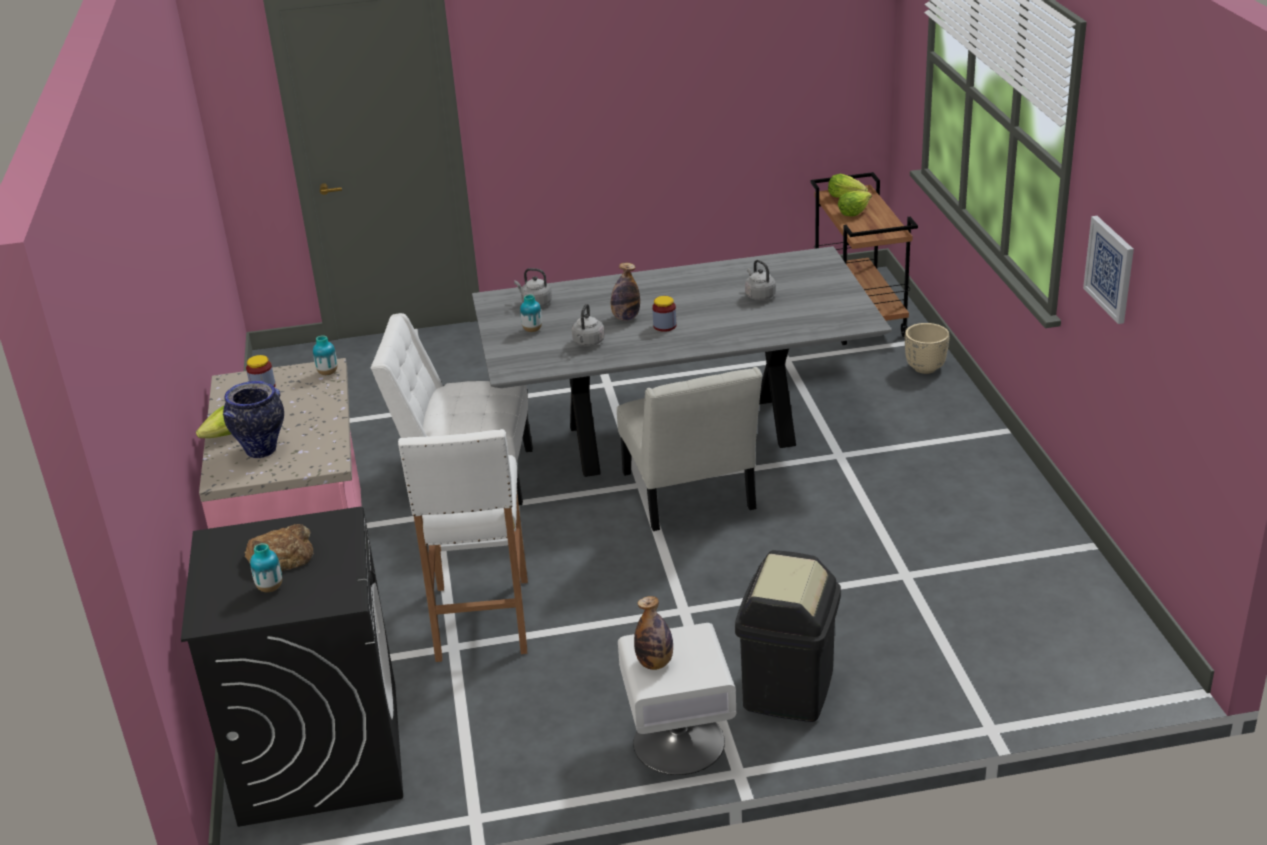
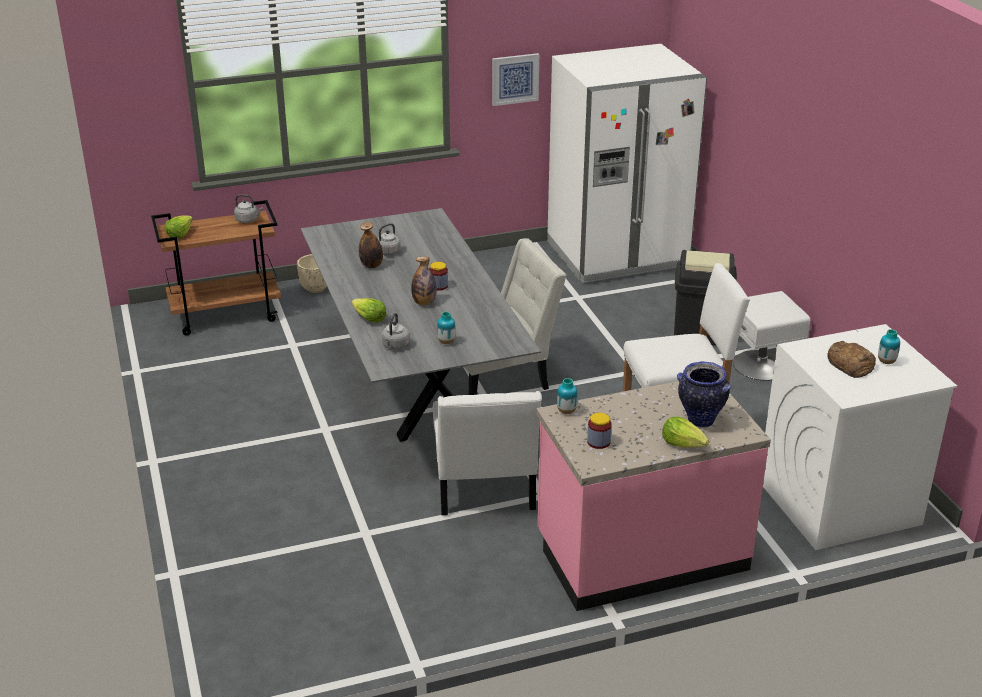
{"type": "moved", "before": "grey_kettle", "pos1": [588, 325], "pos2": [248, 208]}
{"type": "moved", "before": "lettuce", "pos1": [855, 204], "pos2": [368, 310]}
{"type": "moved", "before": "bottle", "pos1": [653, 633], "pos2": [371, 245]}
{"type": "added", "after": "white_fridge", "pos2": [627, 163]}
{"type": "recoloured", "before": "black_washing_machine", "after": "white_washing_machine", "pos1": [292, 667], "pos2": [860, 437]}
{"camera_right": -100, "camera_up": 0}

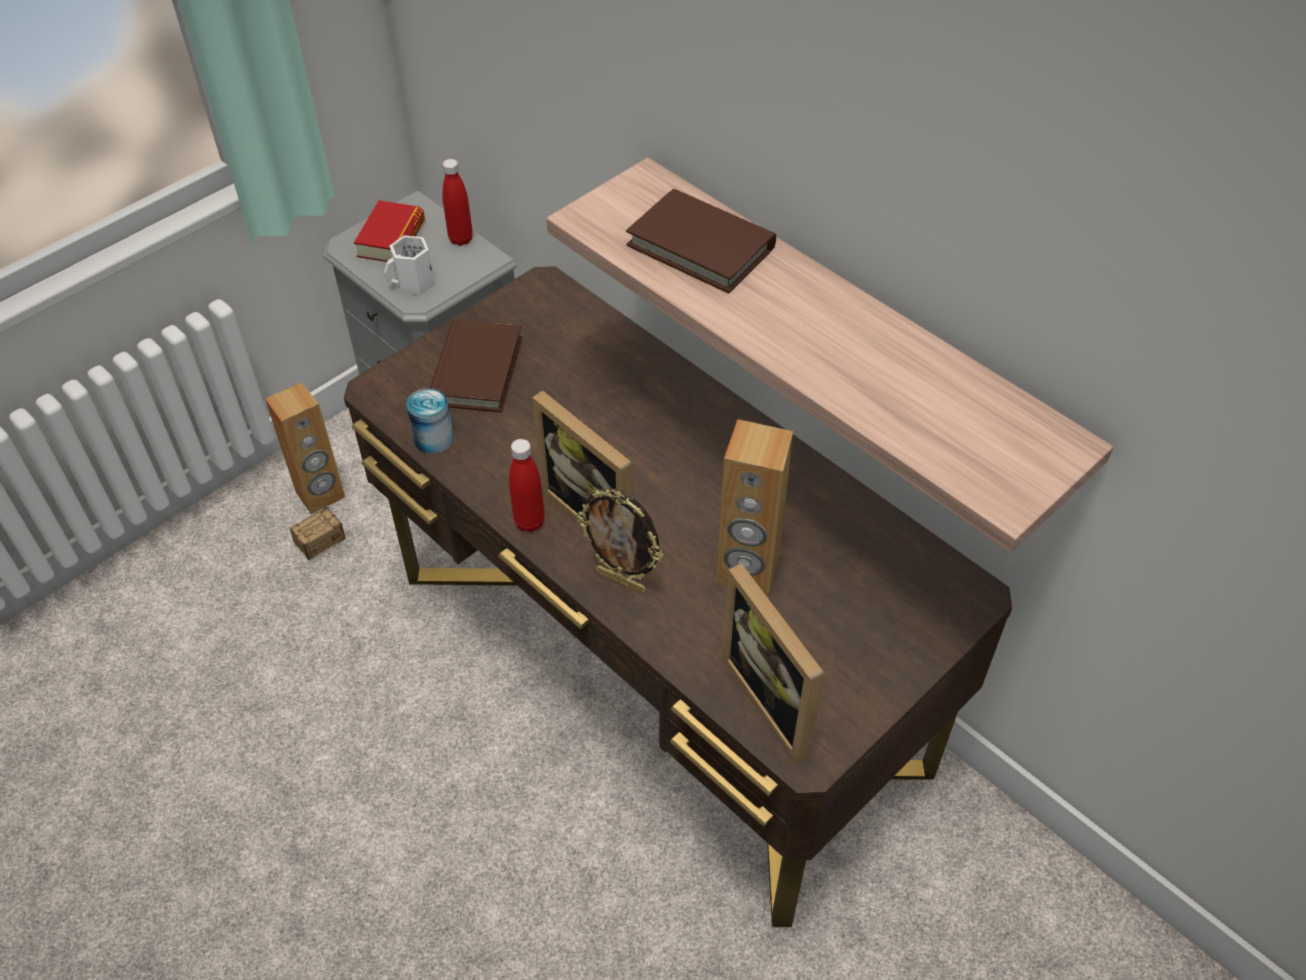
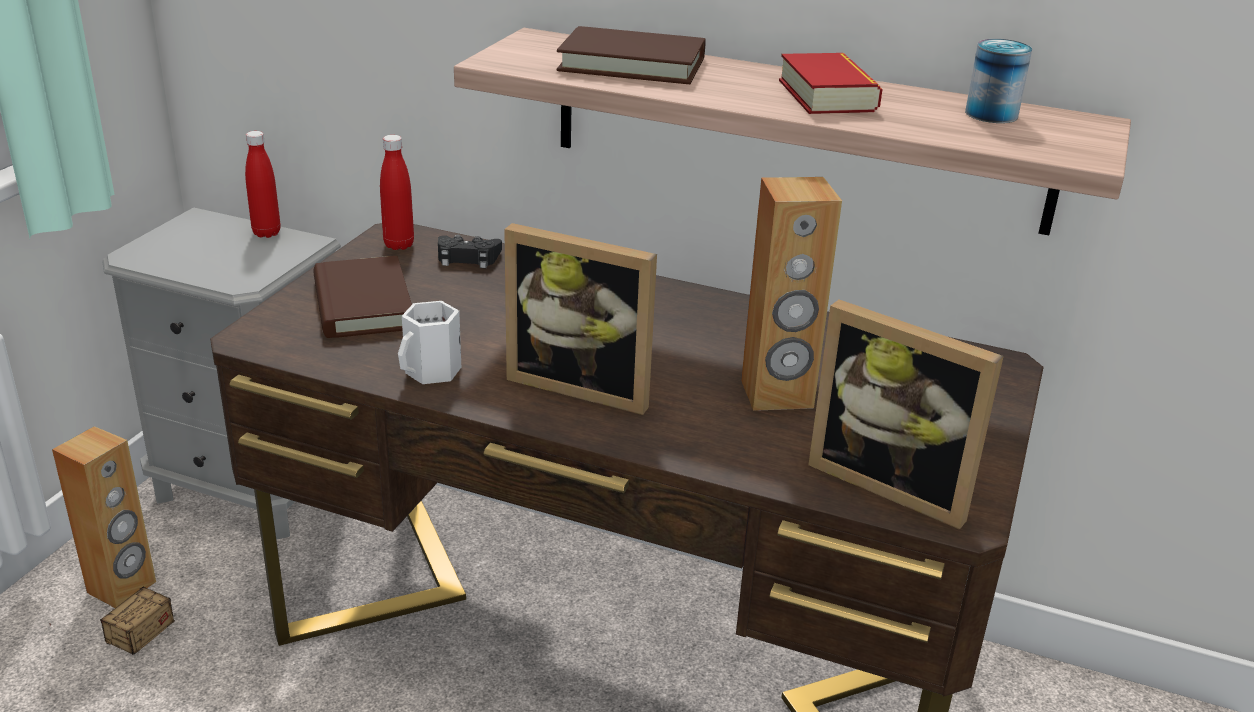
{"type": "moved", "before": "red_bottle", "pos1": [527, 485], "pos2": [397, 192]}
{"type": "moved", "before": "white_mug", "pos1": [409, 265], "pos2": [429, 342]}
{"type": "added", "after": "black_game_controller", "pos2": [470, 251]}
{"type": "moved", "before": "book", "pos1": [389, 231], "pos2": [831, 83]}
{"type": "moved", "before": "can", "pos1": [430, 421], "pos2": [998, 81]}
{"type": "removed", "before": "picture_frame", "pos1": [619, 541]}
{"camera_right": -25, "camera_up": -20}

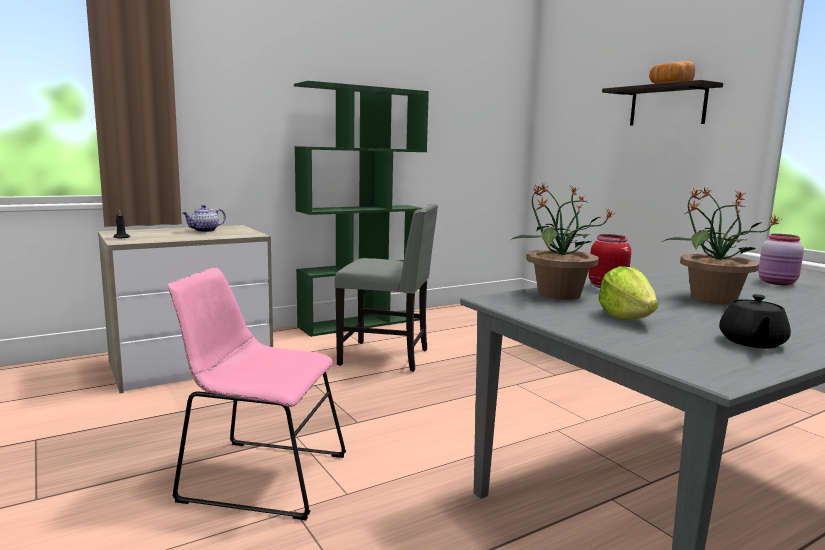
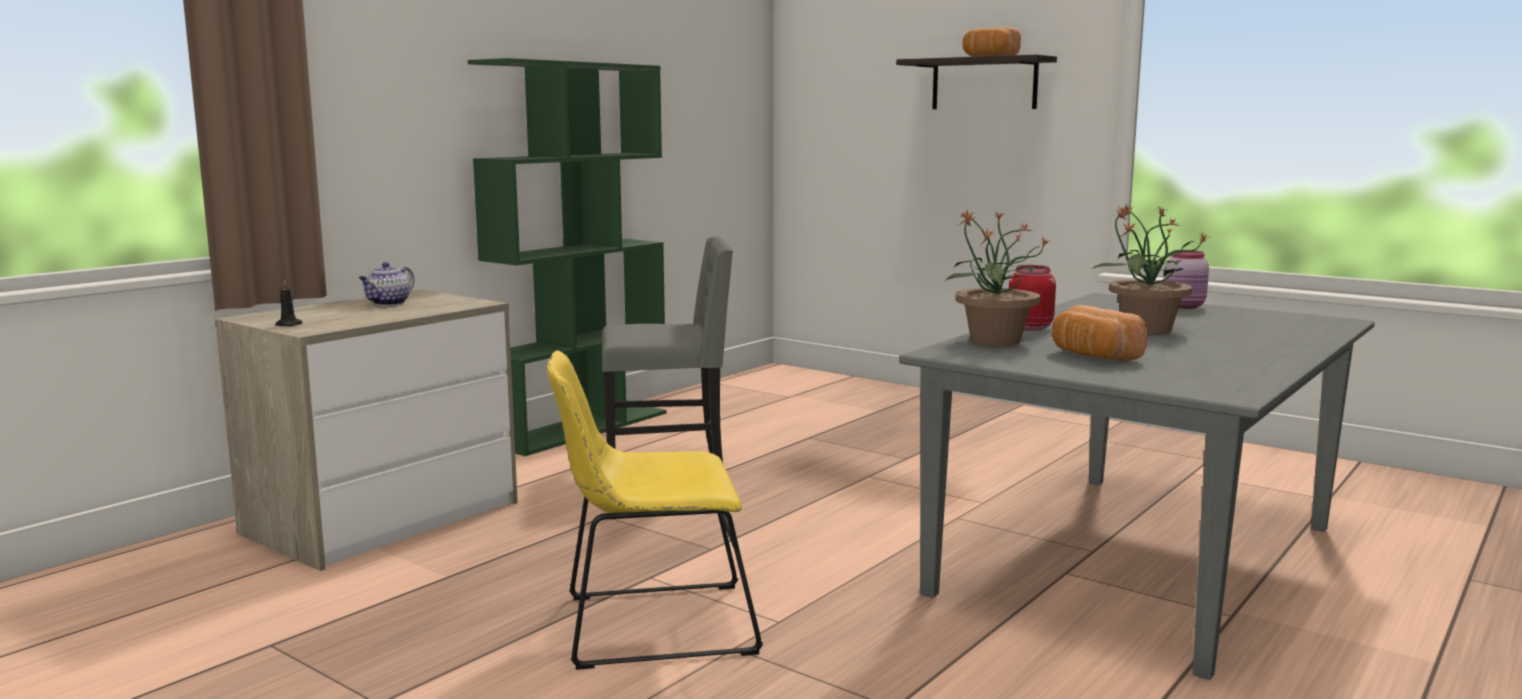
{"type": "recoloured", "before": "pink_chair", "after": "yellow_chair", "pos1": [257, 393], "pos2": [655, 510]}
{"type": "replaced", "before": "lettuce", "after": "bread", "pos1": [628, 293], "pos2": [1099, 333]}
{"type": "removed", "before": "black_teapot", "pos1": [755, 321]}
{"camera_right": -20, "camera_up": 0}

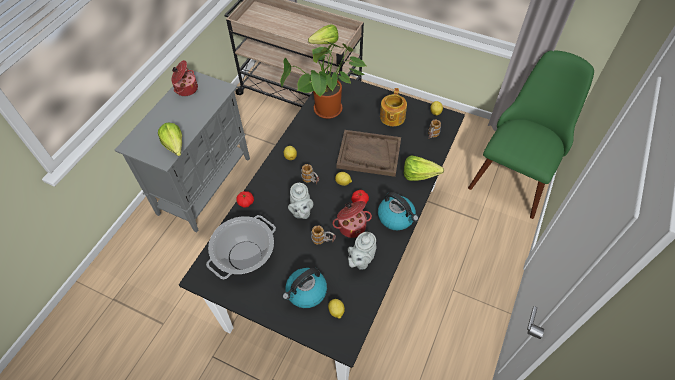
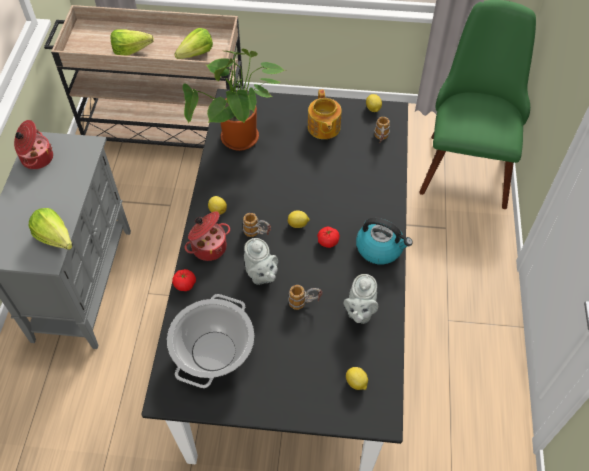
{"type": "moved", "before": "lettuce", "pos1": [424, 168], "pos2": [132, 42]}
{"type": "moved", "before": "cooking_pot", "pos1": [352, 219], "pos2": [207, 236]}
{"type": "removed", "before": "kettle", "pos1": [304, 288]}
{"type": "removed", "before": "brown_tray", "pos1": [368, 153]}
{"camera_right": -20, "camera_up": 0}

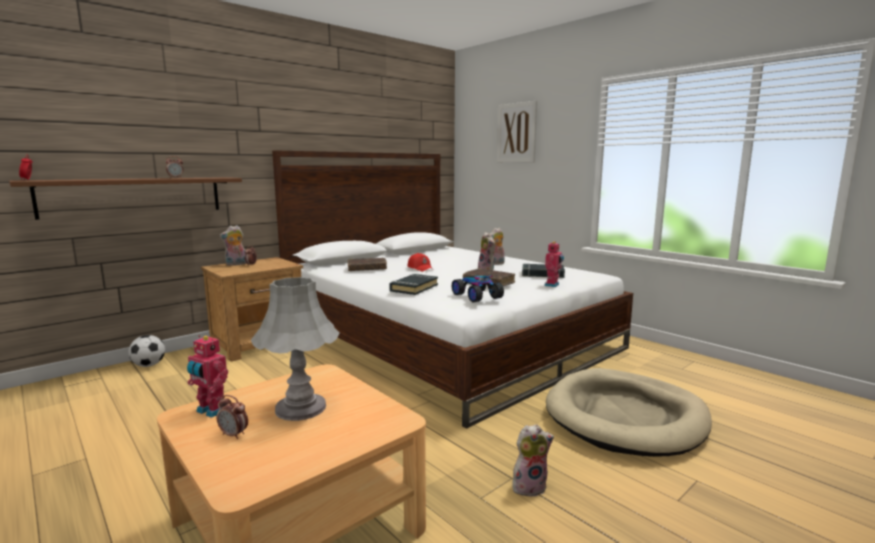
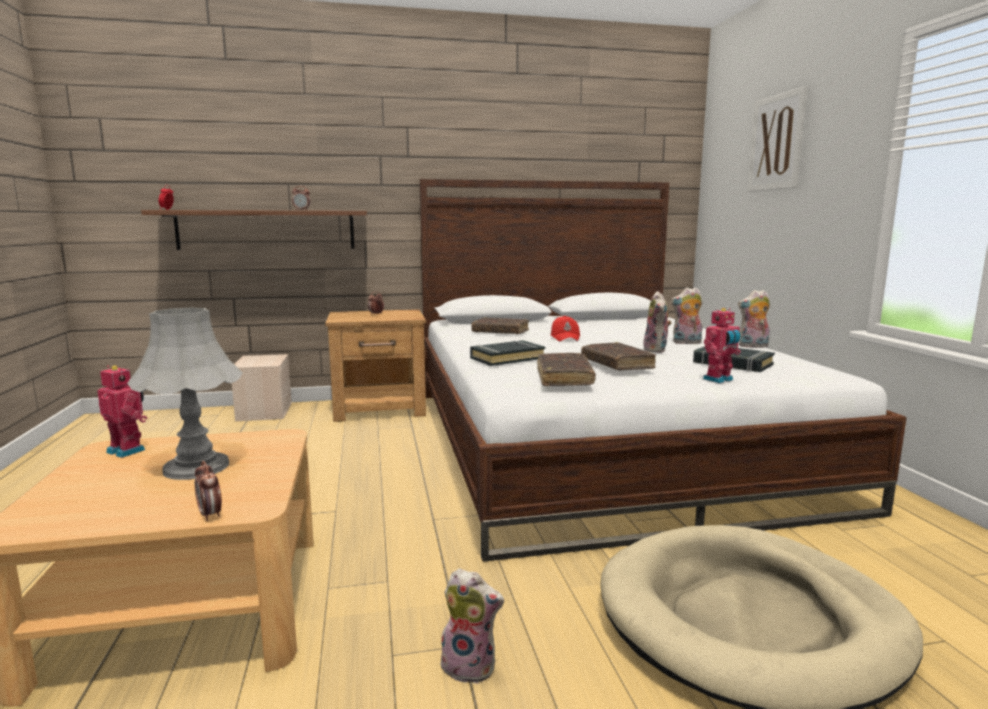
{"type": "turned", "before": "toy_robot", "pos1": [207, 376], "pos2": [122, 411], "turn": 150}
{"type": "moved", "before": "alarm_clock", "pos1": [232, 417], "pos2": [208, 491]}
{"type": "replaced", "before": "football", "after": "beige_storage_box", "pos1": [146, 351], "pos2": [262, 387]}
{"type": "replaced", "before": "toy_car", "after": "brown_book", "pos1": [478, 289], "pos2": [566, 369]}
{"type": "moved", "before": "plush_toy", "pos1": [233, 245], "pos2": [754, 319]}
{"camera_right": 30, "camera_up": 0}

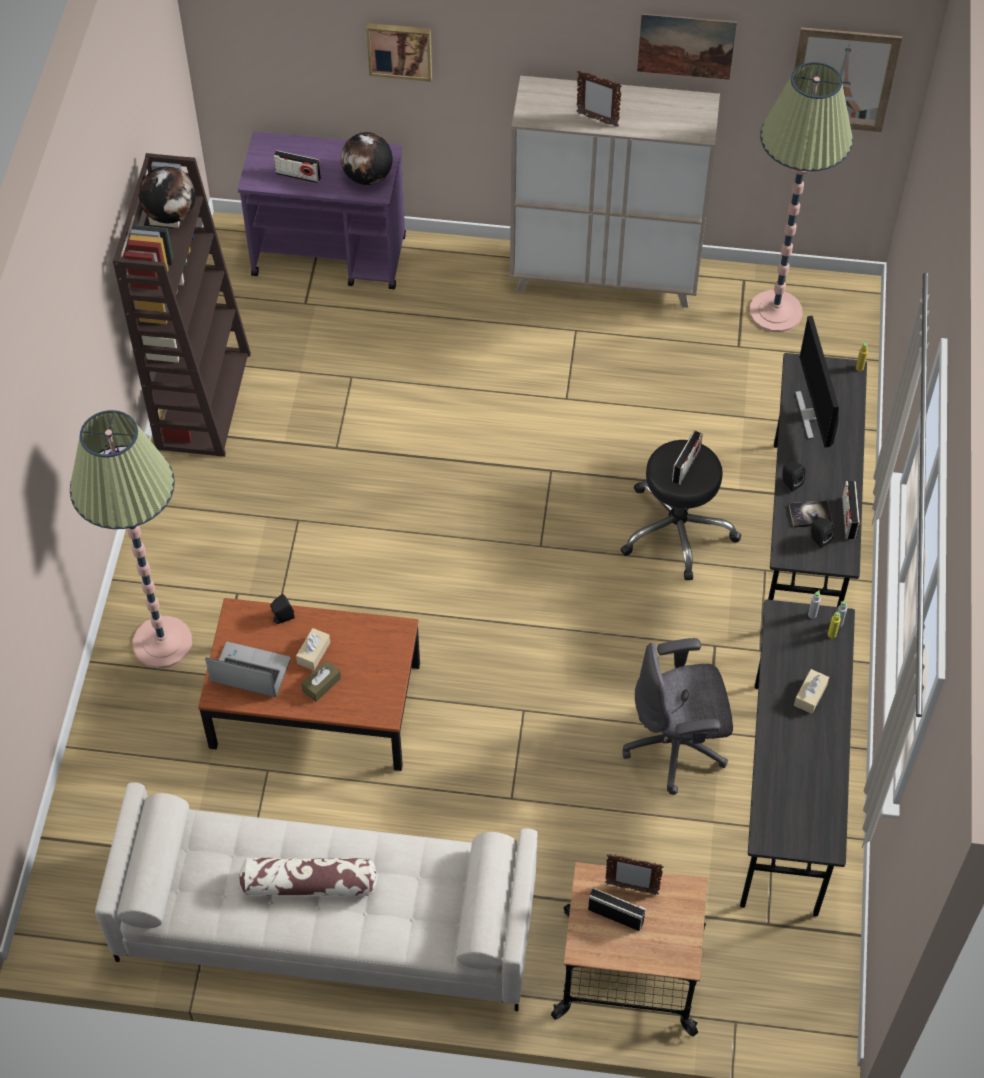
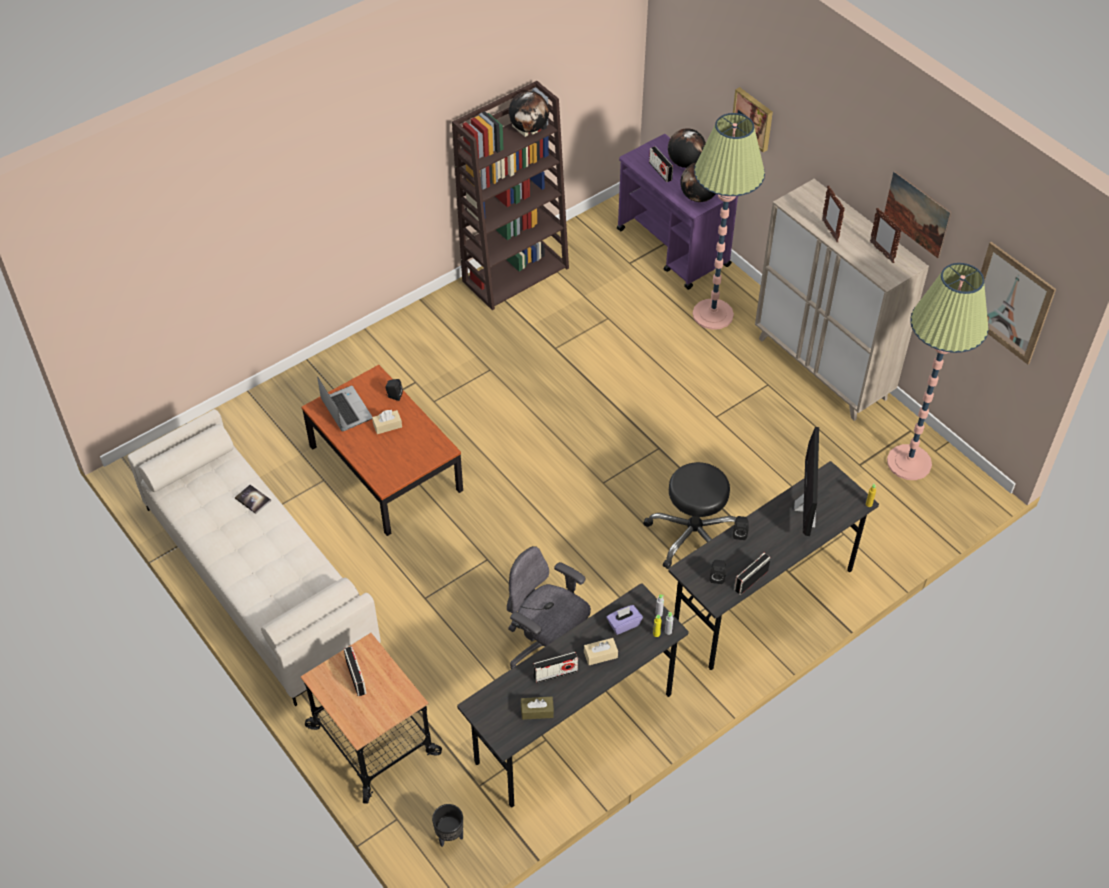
{"type": "moved", "before": "book", "pos1": [810, 514], "pos2": [253, 499]}
{"type": "added", "after": "black_planter", "pos2": [447, 825]}
{"type": "moved", "before": "brown_tissue_box", "pos1": [321, 681], "pos2": [537, 708]}
{"type": "moved", "before": "radio", "pos1": [687, 457], "pos2": [555, 667]}
{"type": "added", "after": "purple_tissue_box", "pos2": [624, 620]}
{"type": "added", "after": "globe", "pos2": [687, 148]}
{"type": "moved", "before": "floor_lamp", "pos1": [131, 539], "pos2": [729, 221]}
{"type": "turned", "before": "monitor", "pos1": [817, 381], "pos2": [806, 481], "turn": 150}
{"type": "moved", "before": "picture_frame", "pos1": [634, 874], "pos2": [886, 235]}
{"type": "removed", "before": "pillow", "pos1": [308, 876]}
{"camera_right": 45, "camera_up": -5}

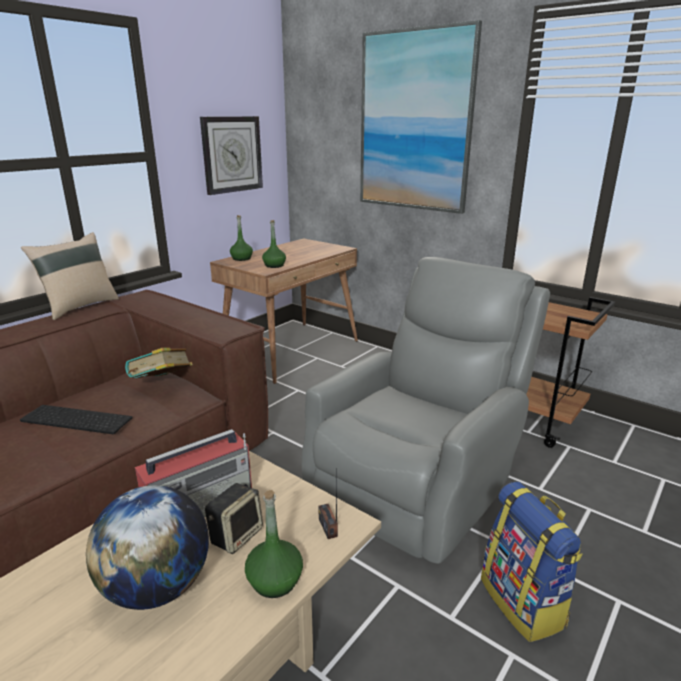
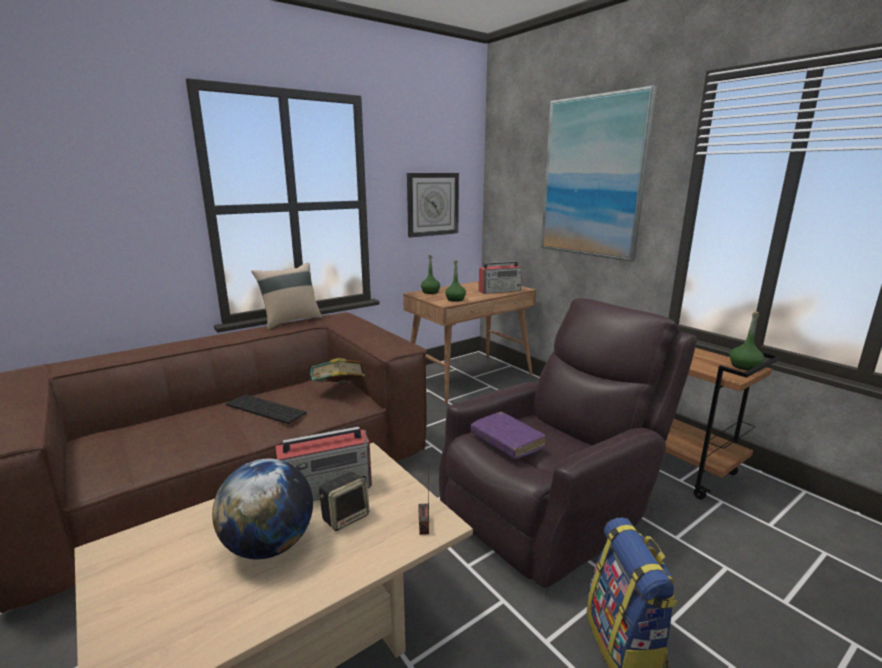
{"type": "recoloured", "before": "grey_armchair", "after": "brown_armchair", "pos1": [426, 410], "pos2": [568, 443]}
{"type": "added", "after": "purple_book", "pos2": [508, 435]}
{"type": "added", "after": "radio", "pos2": [500, 277]}
{"type": "moved", "before": "green_bottle", "pos1": [274, 544], "pos2": [746, 341]}
{"camera_right": 15, "camera_up": -5}

